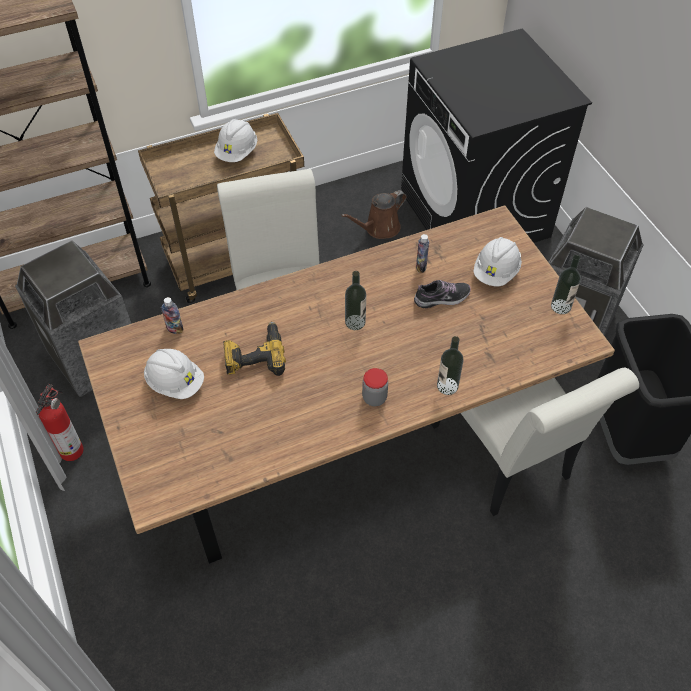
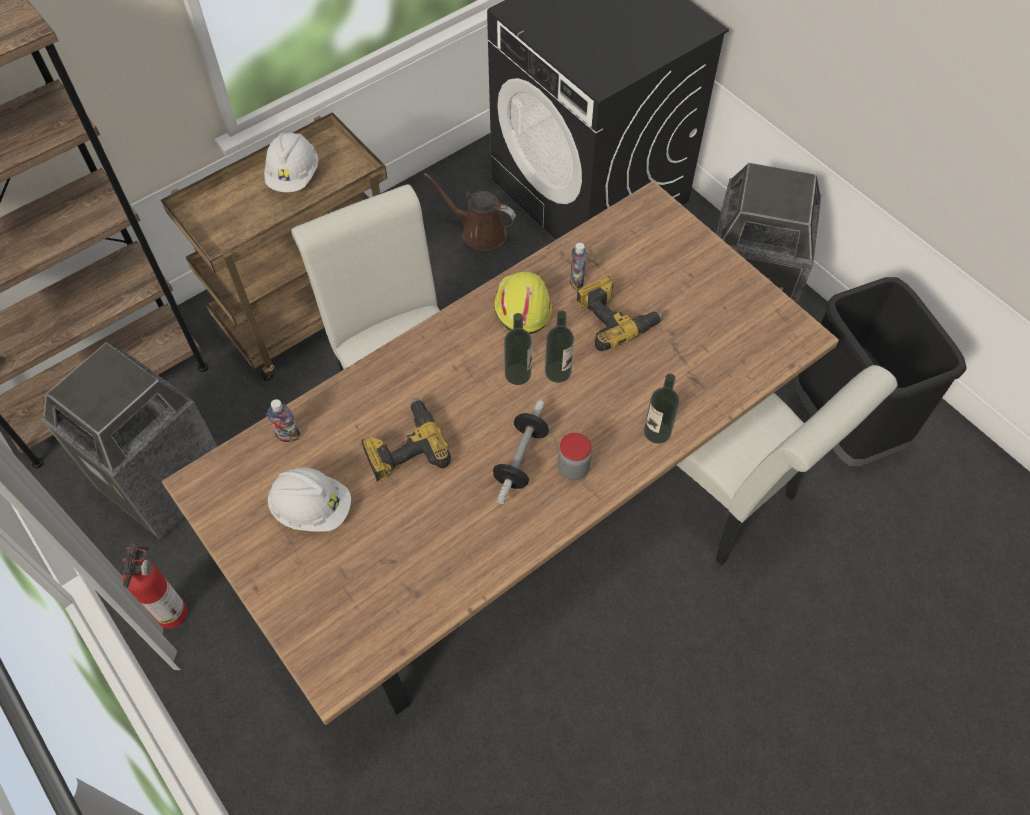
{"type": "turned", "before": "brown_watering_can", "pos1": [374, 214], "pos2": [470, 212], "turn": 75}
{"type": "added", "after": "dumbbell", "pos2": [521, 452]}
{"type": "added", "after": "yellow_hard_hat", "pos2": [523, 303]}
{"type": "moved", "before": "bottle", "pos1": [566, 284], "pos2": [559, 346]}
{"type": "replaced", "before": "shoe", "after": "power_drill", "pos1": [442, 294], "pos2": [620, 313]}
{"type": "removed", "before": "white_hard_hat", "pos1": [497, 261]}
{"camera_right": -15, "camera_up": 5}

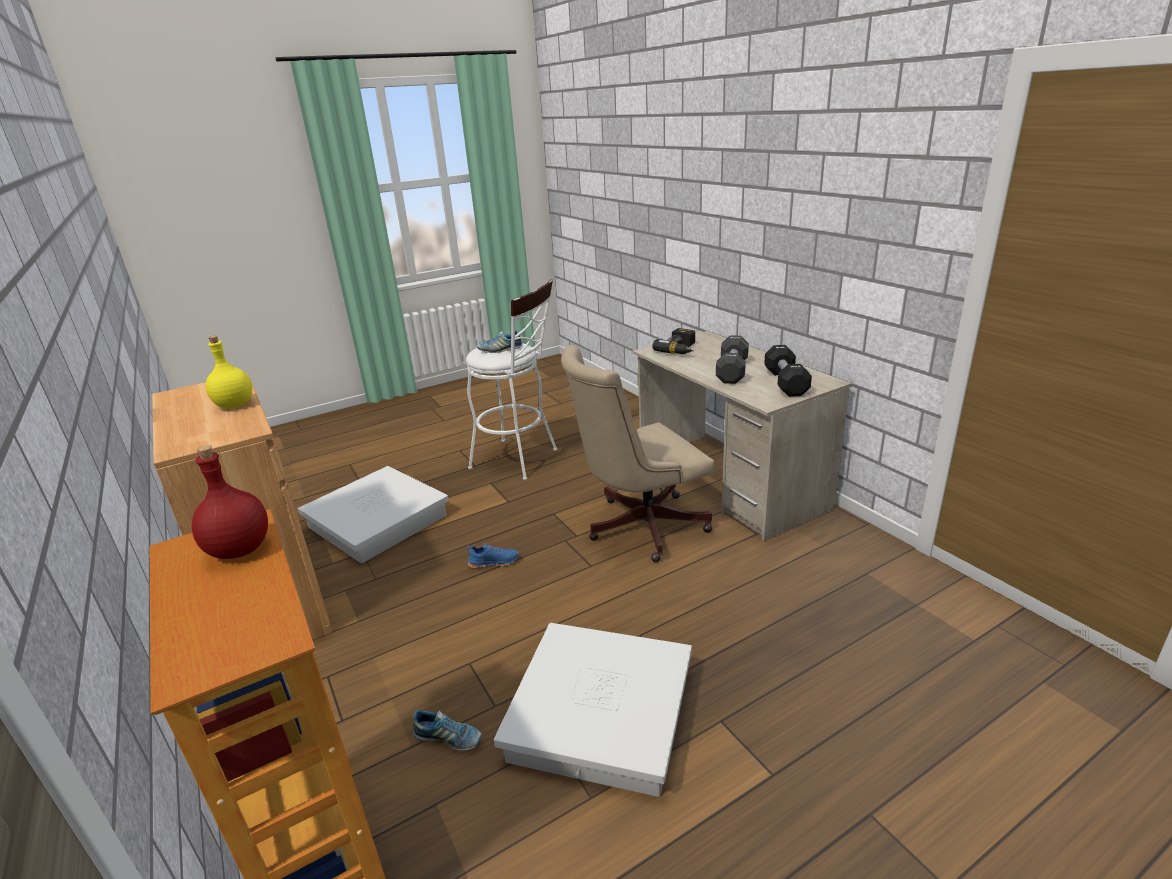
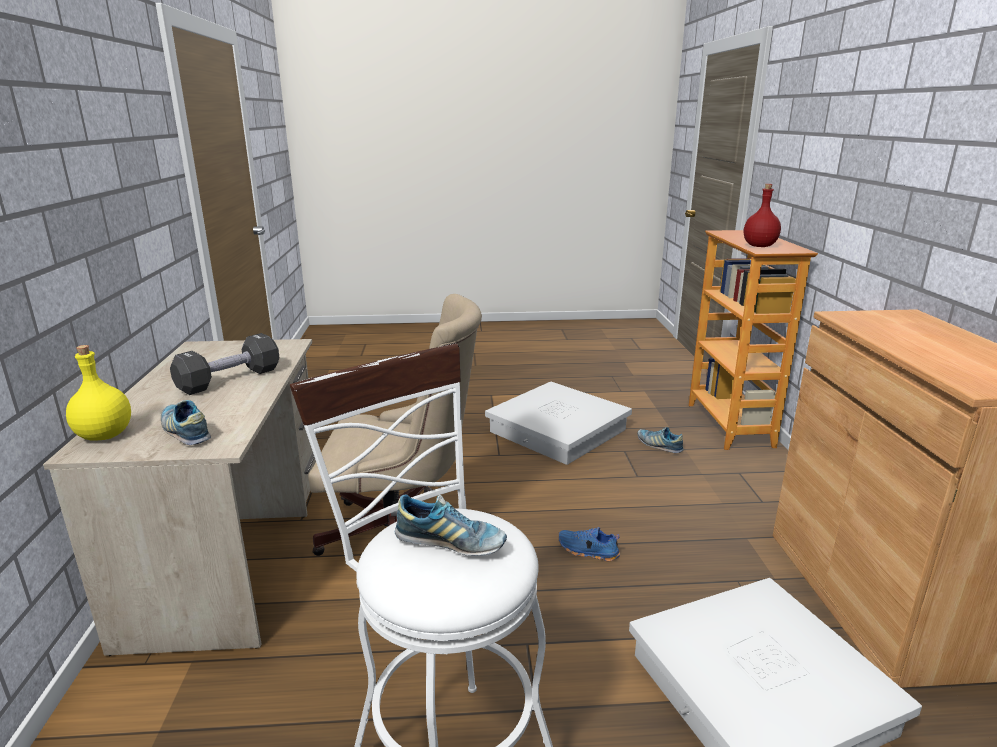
{"type": "moved", "before": "yellow_bottle", "pos1": [229, 372], "pos2": [98, 393]}
{"type": "replaced", "before": "power_drill", "after": "shoe", "pos1": [673, 341], "pos2": [186, 422]}
{"type": "removed", "before": "black_dumbbell", "pos1": [788, 371]}
{"camera_right": -155, "camera_up": -5}

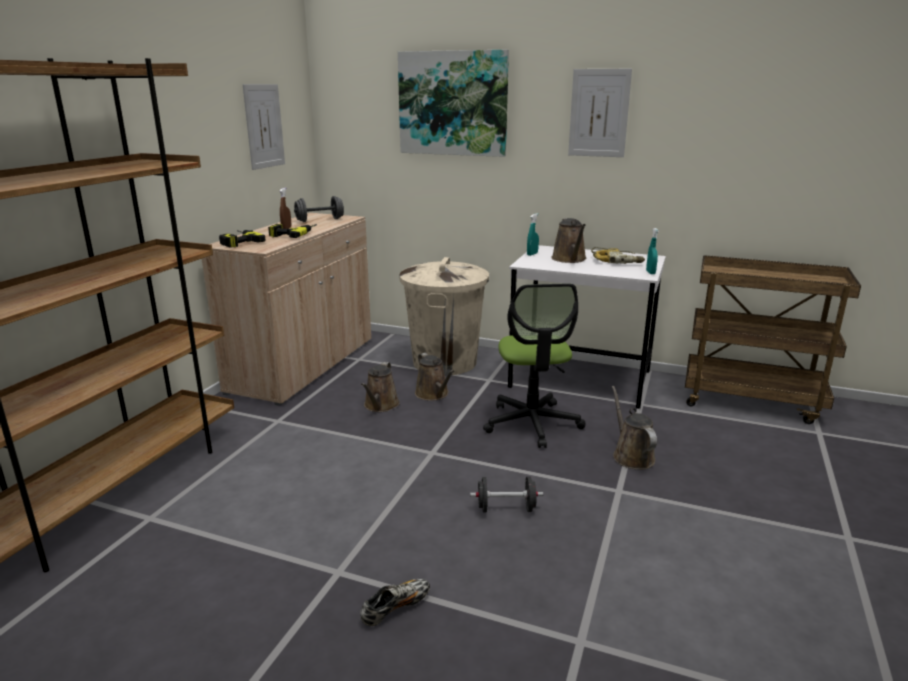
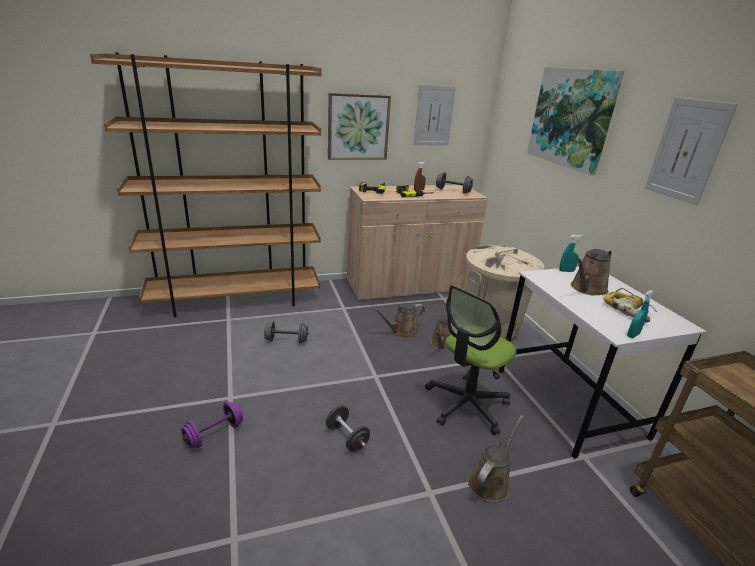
{"type": "replaced", "before": "shoe", "after": "purple_dumbbell", "pos1": [395, 602], "pos2": [212, 425]}
{"type": "added", "after": "grey_dumbbell", "pos2": [286, 332]}
{"type": "added", "after": "picture", "pos2": [359, 126]}
{"camera_right": 50, "camera_up": 5}

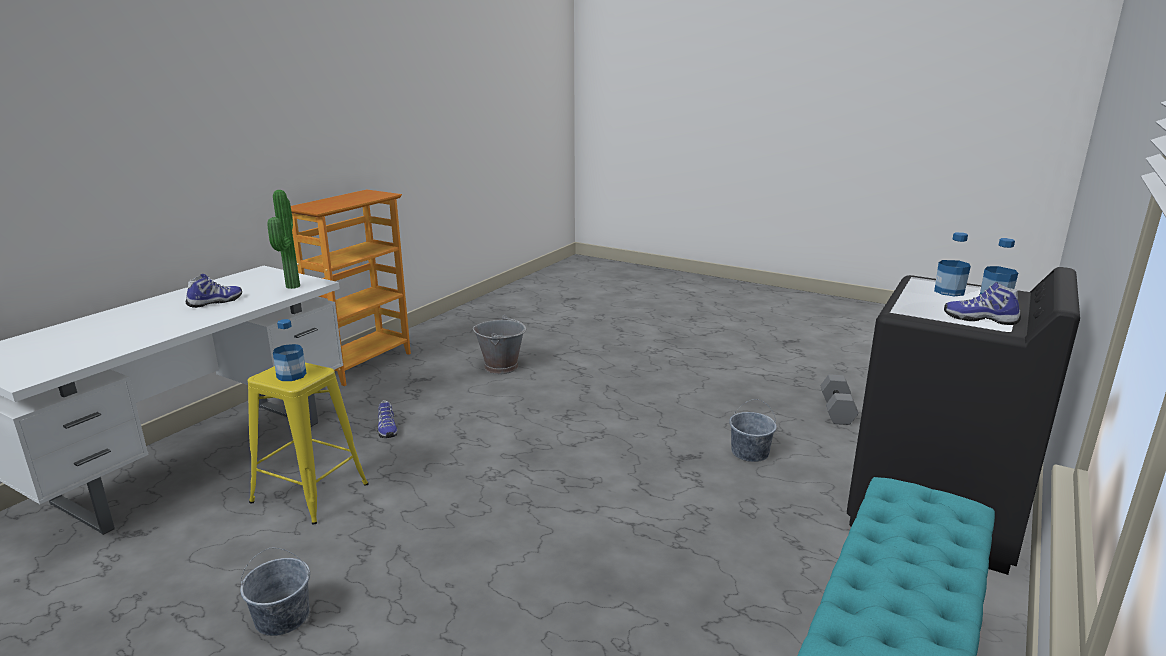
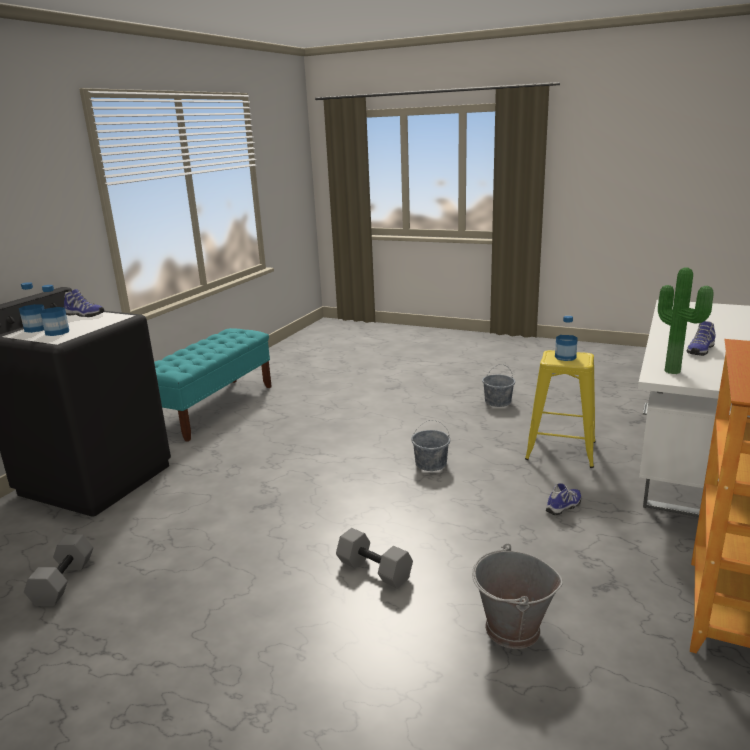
{"type": "added", "after": "grey_dumbbell", "pos2": [374, 558]}
{"type": "moved", "before": "grey_bucket", "pos1": [753, 430], "pos2": [430, 445]}
{"type": "turned", "before": "shoe", "pos1": [387, 419], "pos2": [563, 499], "turn": 75}
{"camera_right": 175, "camera_up": 0}

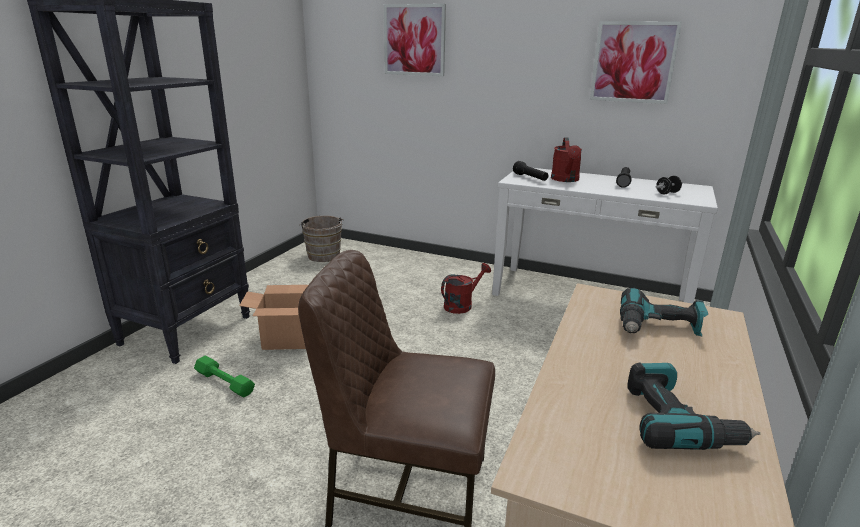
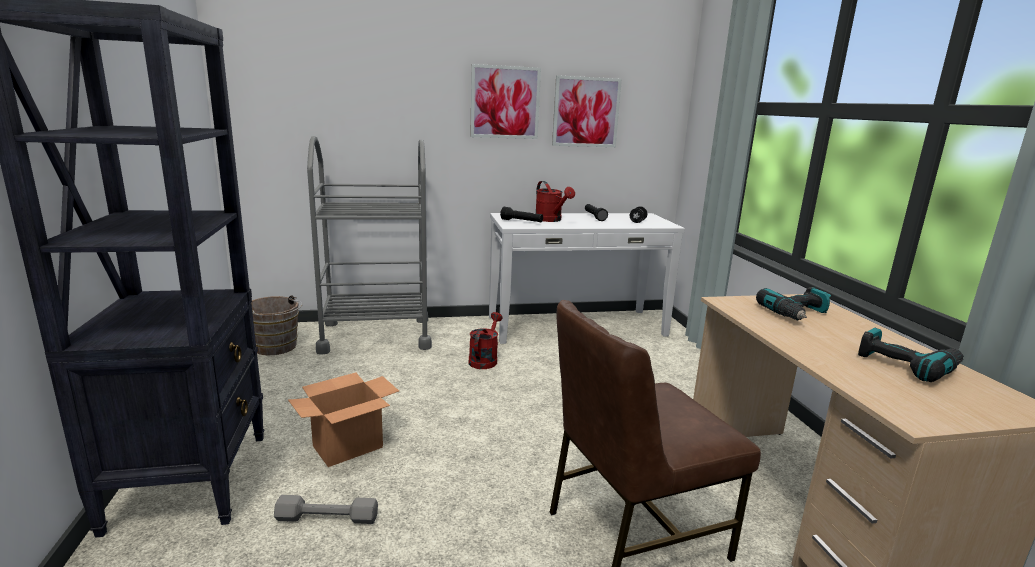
{"type": "recoloured", "before": "green_dumbbell", "after": "grey_dumbbell", "pos1": [224, 377], "pos2": [326, 509]}
{"type": "added", "after": "grey_cart", "pos2": [369, 245]}
{"type": "moved", "before": "picture", "pos1": [415, 40], "pos2": [505, 101]}
{"camera_right": -35, "camera_up": -5}

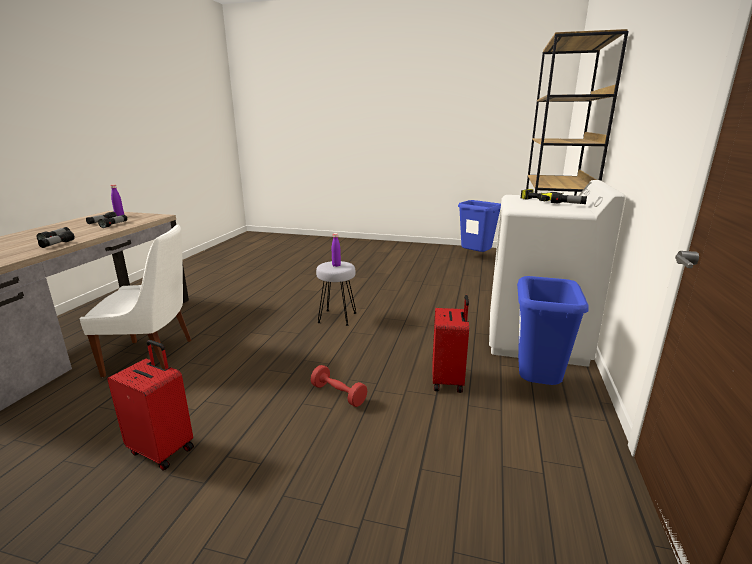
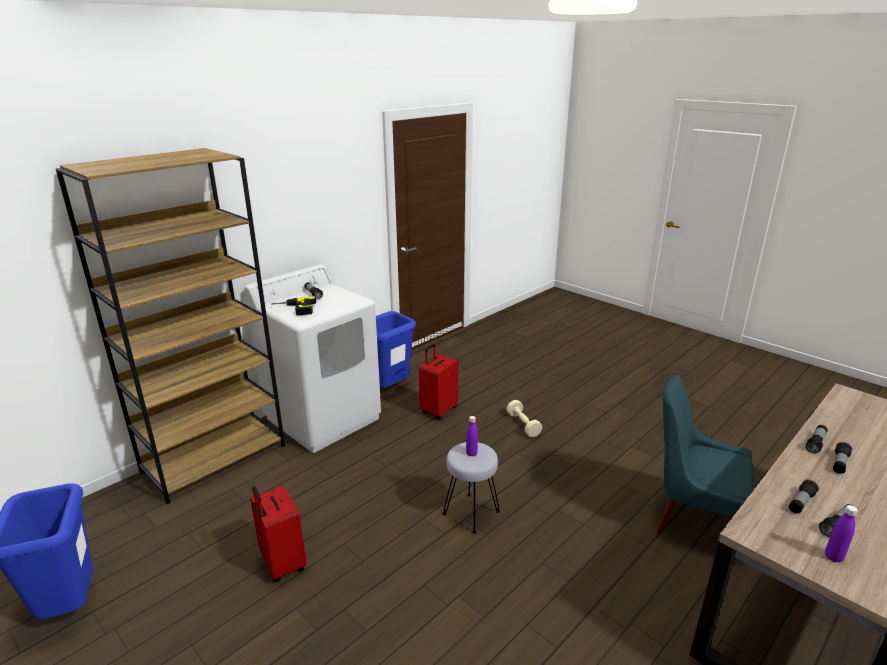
{"type": "moved", "before": "red_suitcase", "pos1": [150, 405], "pos2": [278, 534]}
{"type": "recoloured", "before": "red_dumbbell", "after": "beige_dumbbell", "pos1": [339, 386], "pos2": [524, 418]}
{"type": "recoloured", "before": "white_chair", "after": "blue_chair", "pos1": [135, 300], "pos2": [704, 455]}
{"camera_right": -150, "camera_up": 5}

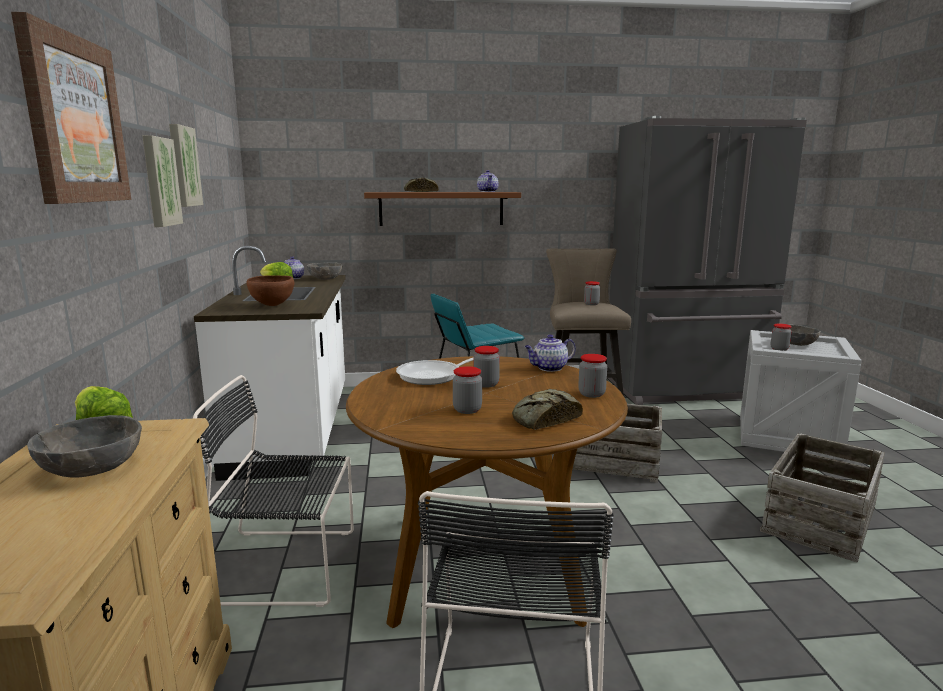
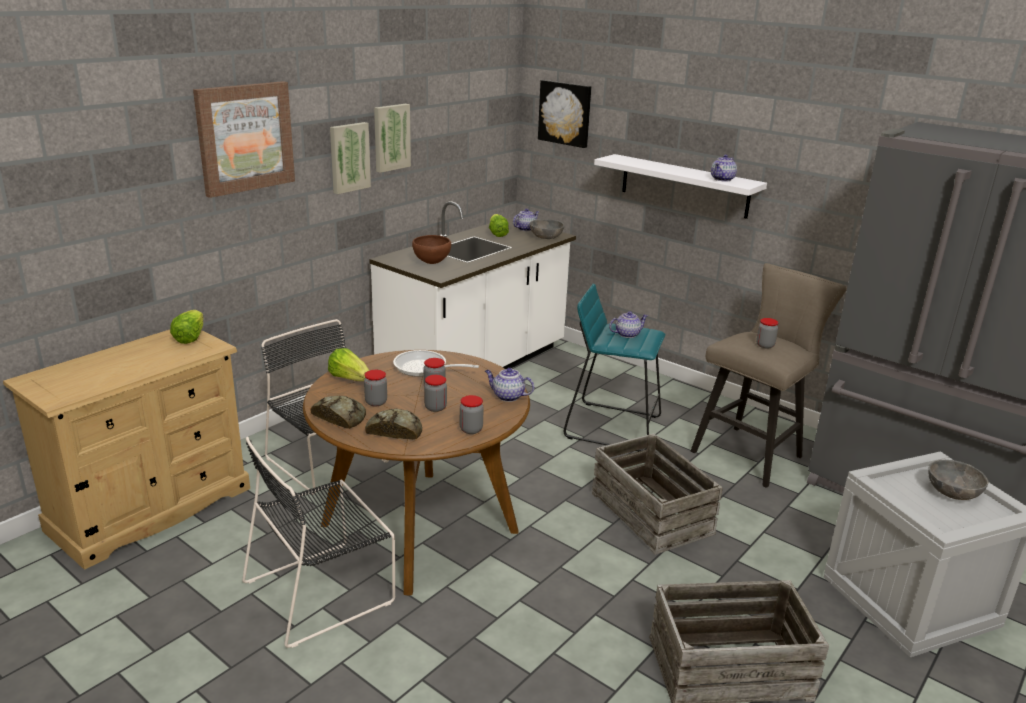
{"type": "moved", "before": "bread", "pos1": [421, 184], "pos2": [338, 412]}
{"type": "added", "after": "lettuce", "pos2": [348, 364]}
{"type": "moved", "before": "jar", "pos1": [781, 337], "pos2": [435, 393]}
{"type": "added", "after": "picture", "pos2": [564, 114]}
{"type": "recoloured", "before": "brown_shelf", "after": "white_shelf", "pos1": [442, 209], "pos2": [680, 186]}
{"type": "added", "after": "teapot", "pos2": [628, 324]}
{"type": "removed", "before": "grey_bowl", "pos1": [84, 446]}
{"camera_right": 45, "camera_up": 10}

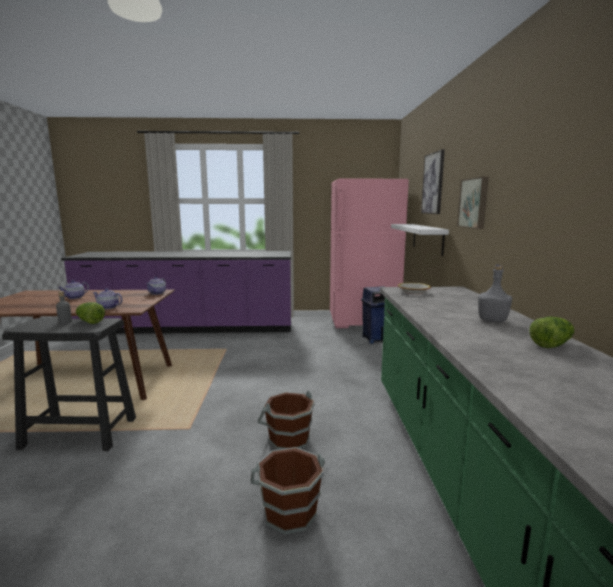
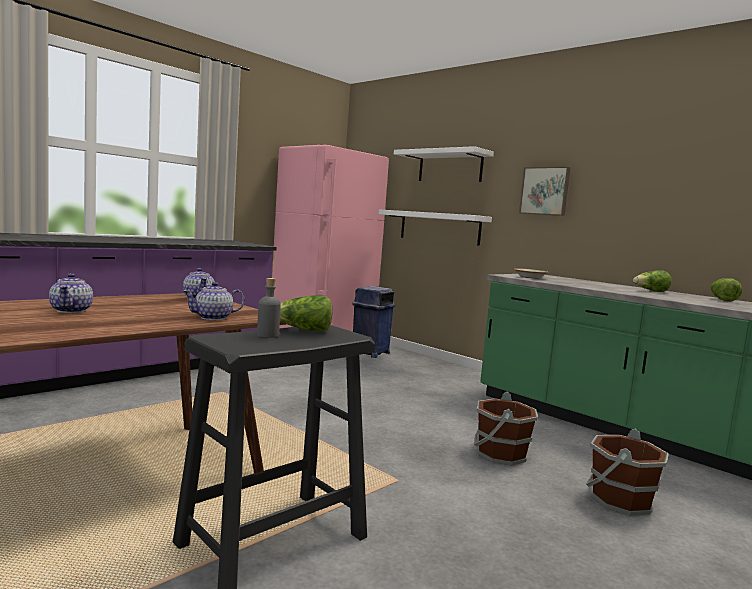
{"type": "replaced", "before": "picture", "after": "white_shelf", "pos1": [433, 182], "pos2": [444, 164]}
{"type": "replaced", "before": "grey_bottle", "after": "lettuce", "pos1": [495, 294], "pos2": [652, 281]}
{"camera_right": -45, "camera_up": -5}

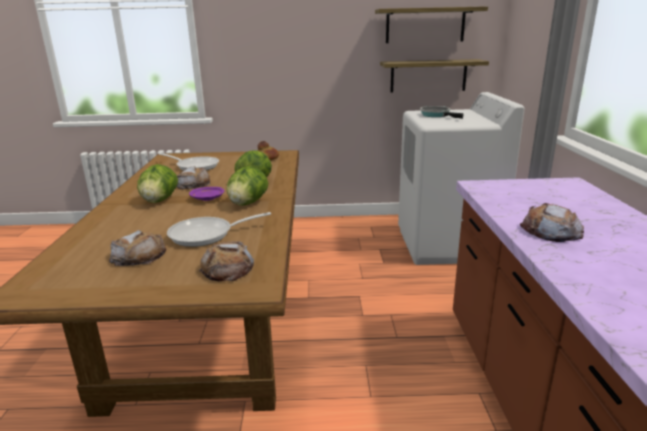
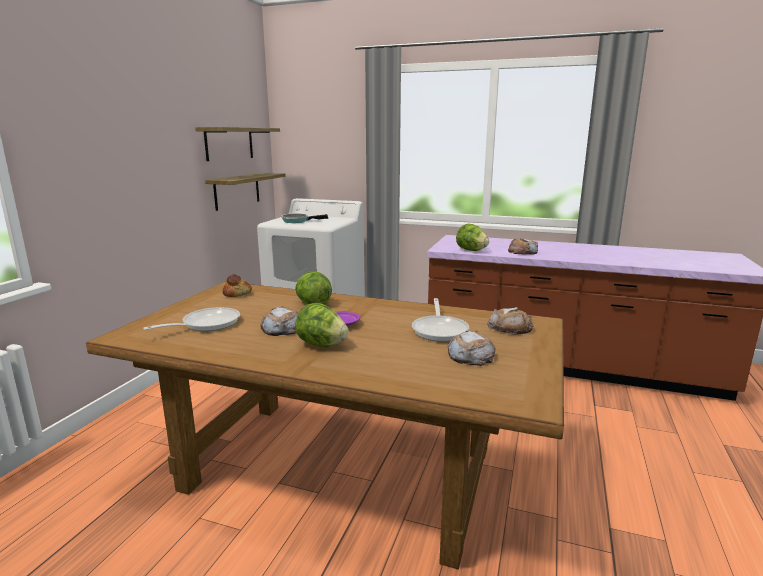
{"type": "moved", "before": "lettuce", "pos1": [247, 186], "pos2": [472, 237]}
{"camera_right": -70, "camera_up": -5}

